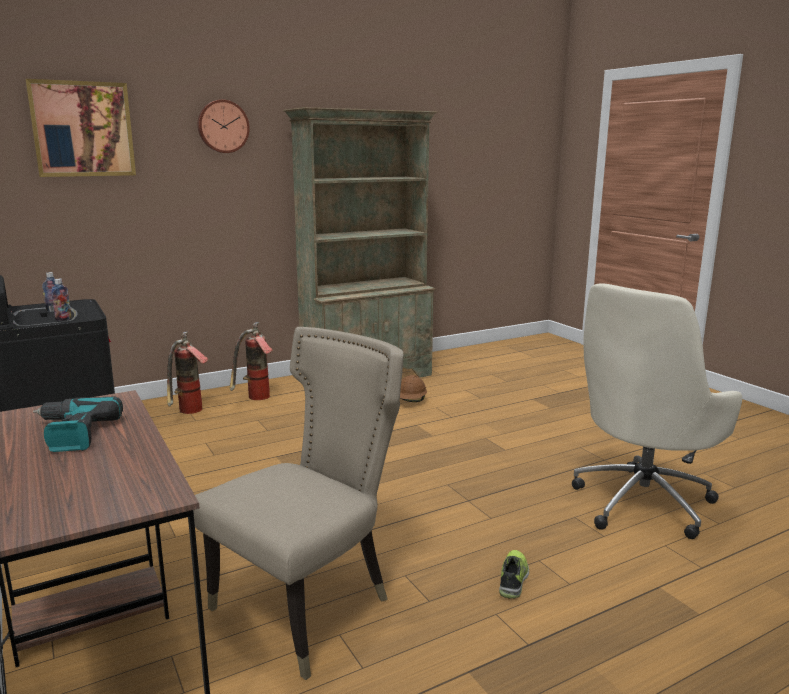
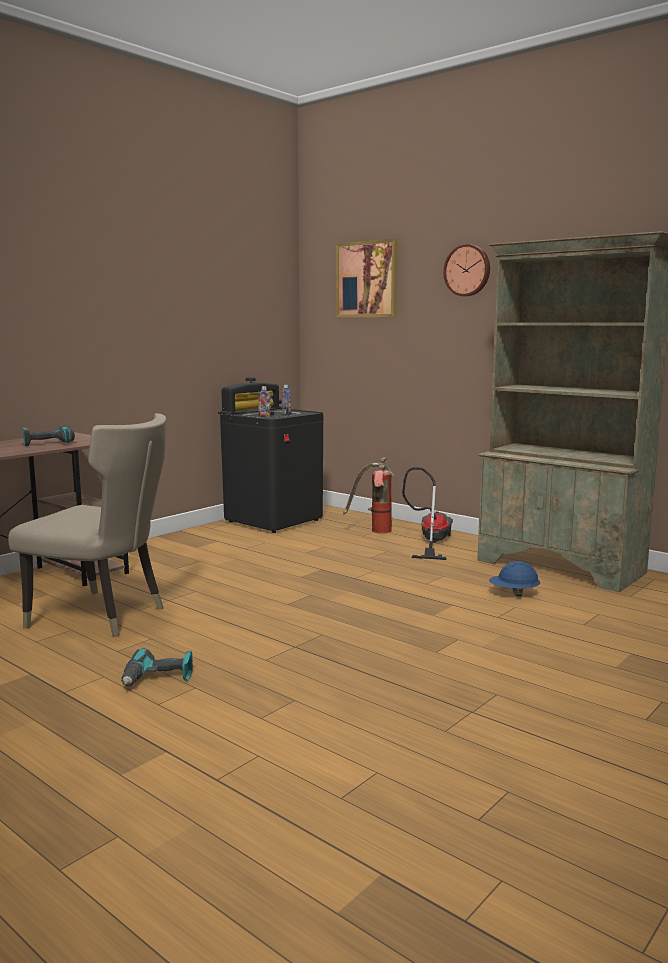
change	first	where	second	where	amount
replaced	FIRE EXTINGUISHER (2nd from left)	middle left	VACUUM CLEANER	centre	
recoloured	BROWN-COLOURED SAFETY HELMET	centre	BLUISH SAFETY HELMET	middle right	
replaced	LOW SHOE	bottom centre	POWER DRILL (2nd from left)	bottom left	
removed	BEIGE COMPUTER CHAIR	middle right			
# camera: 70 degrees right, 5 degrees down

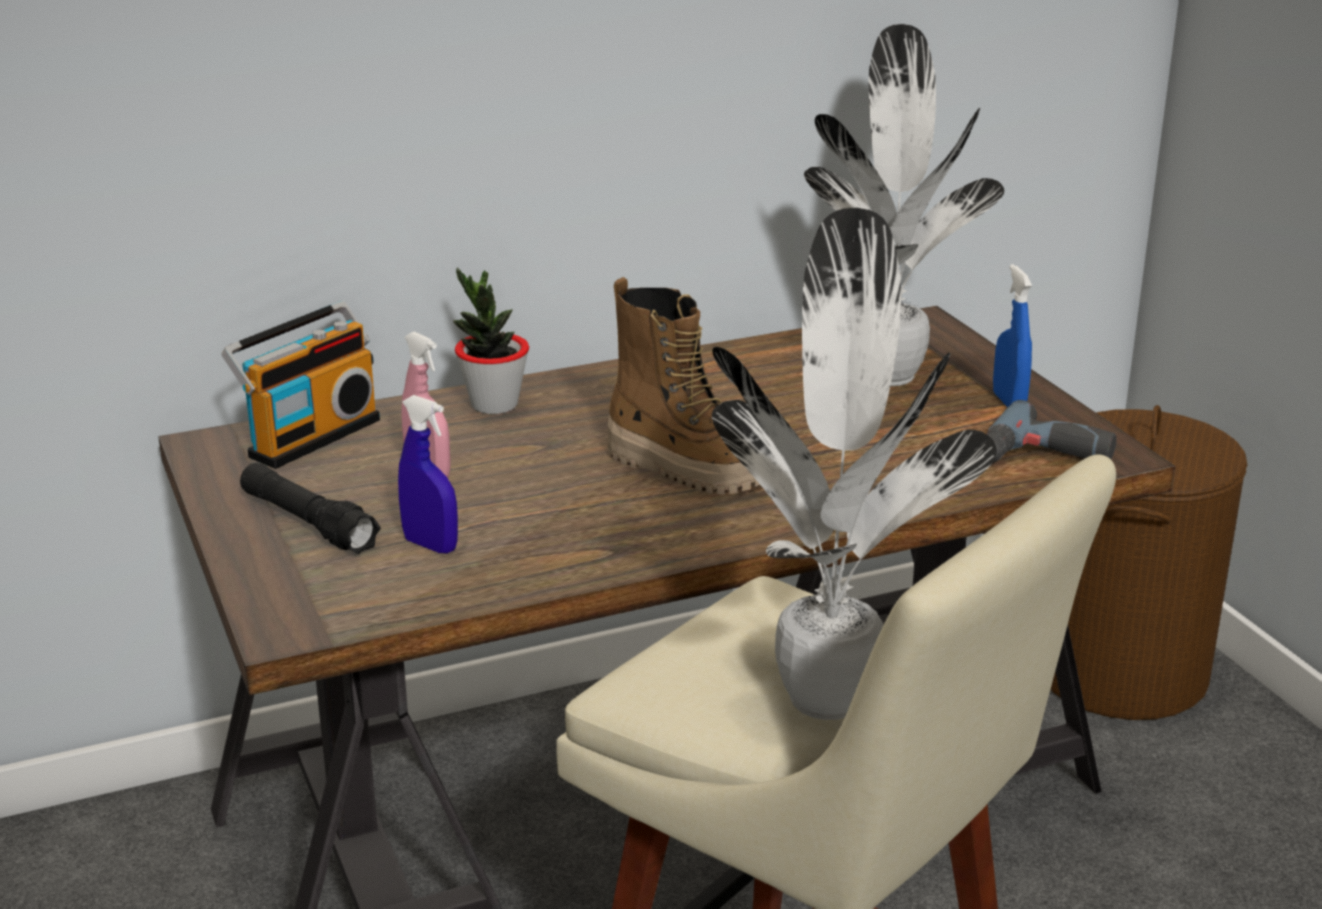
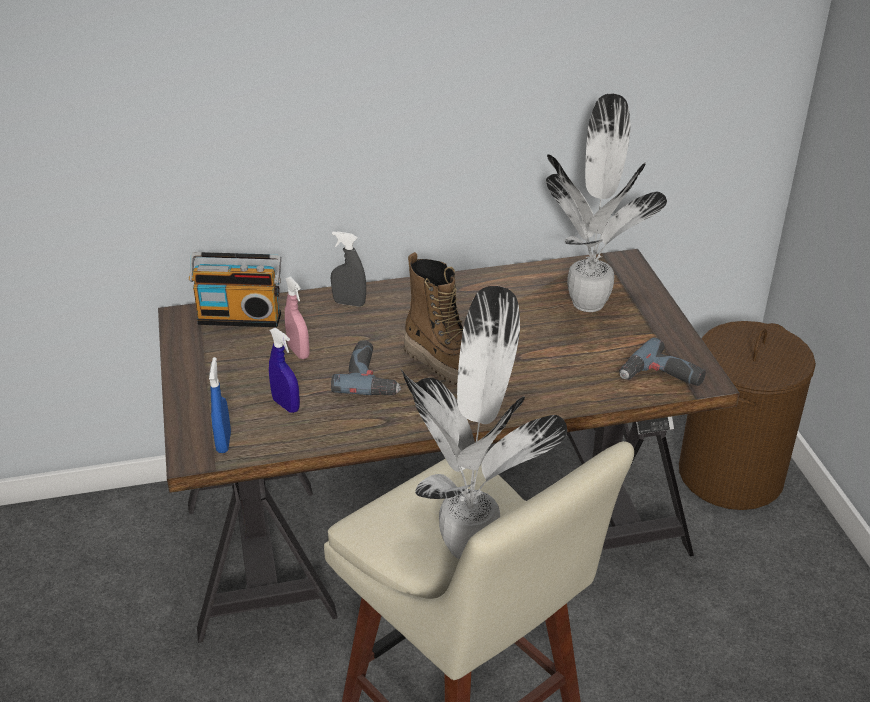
change	first	where	second	where	amount
turned	RADIO RECEIVER	middle left		middle left	45 degrees clockwise
removed	BLACK-COLOURED HAND TORCH	middle left			
replaced	HOUSEPLANT (1st from left)	centre	GREYISH SPRAYER	centre	
moved	BLUISH SPRAYER (2nd from left in the first image)	middle right	BLUISH SPRAYER (1st from left)	middle left	
added			POWER DRILL (1st from left)	centre	
# camera: 10 degrees right, 10 degrees up

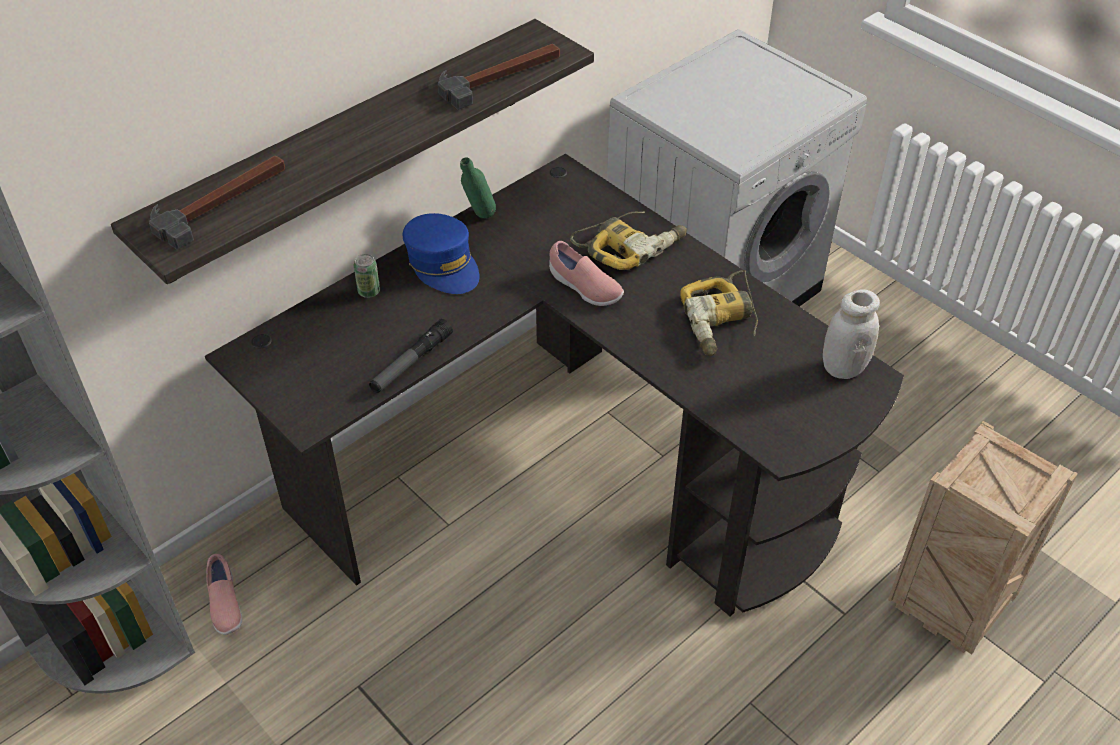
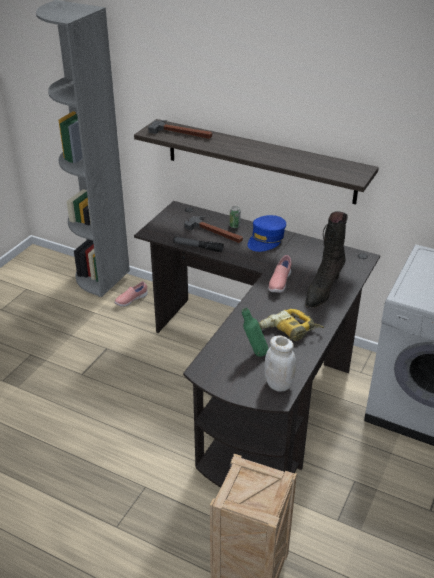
change	first	where	second	where	amount
moved	TOOL HAMMER (2nd from left)	top centre		centre	
moved	GREEN BEVERAGE BOTTLE	top centre		centre	
replaced	POWER DRILL (1st from left)	top centre	BLACK-COLOURED HIGH-TOP BOOT	middle right	
# camera: 70 degrees right, 10 degrees down

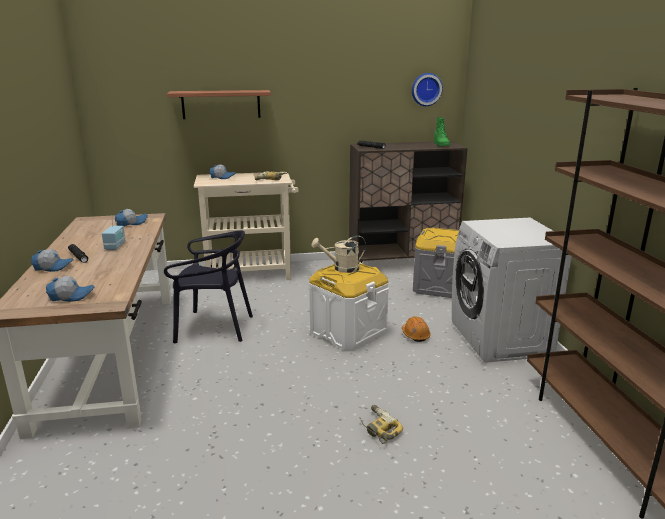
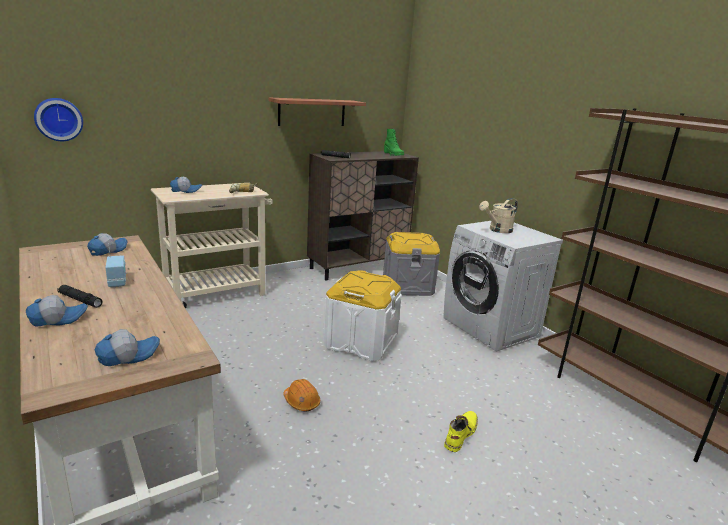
change	first	where	second	where	amount
removed	BLACK-COLOURED PLAIN CHAIR	middle left			
moved	SHELF	top left		top centre	
moved	BEIGE WATERING CAN	centre		middle right	
replaced	POWER DRILL (2nd from left)	bottom centre	YELLOW-COLOURED HIGH-TOP BOOT	bottom centre	
moved	ORANGE SAFETY HELMET	centre		bottom centre	
moved	WALL CLOCK	top centre		top left	
# camera: 25 degrees left, 0 degrees up

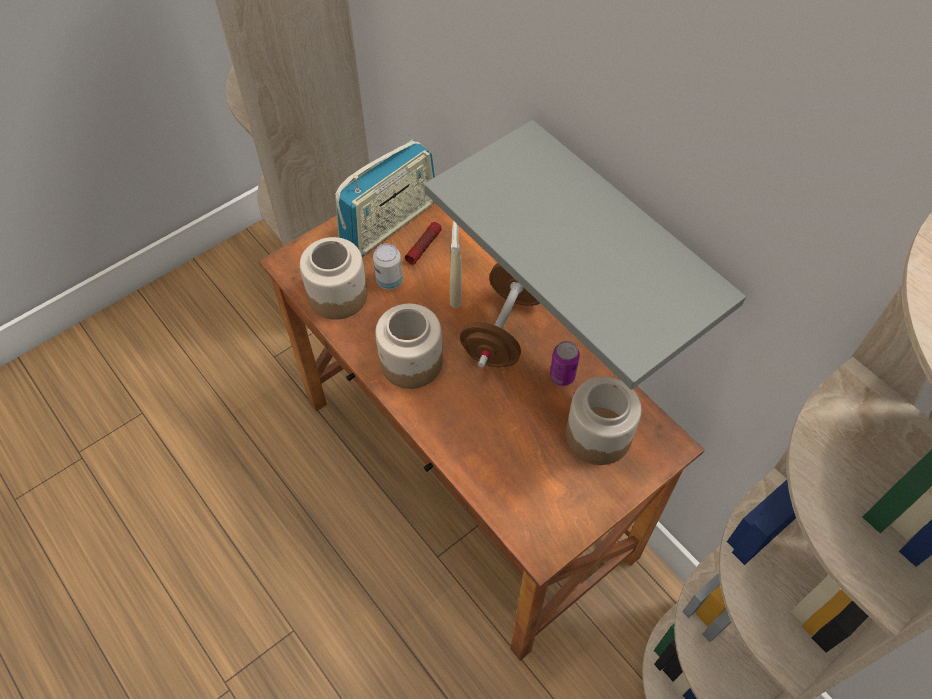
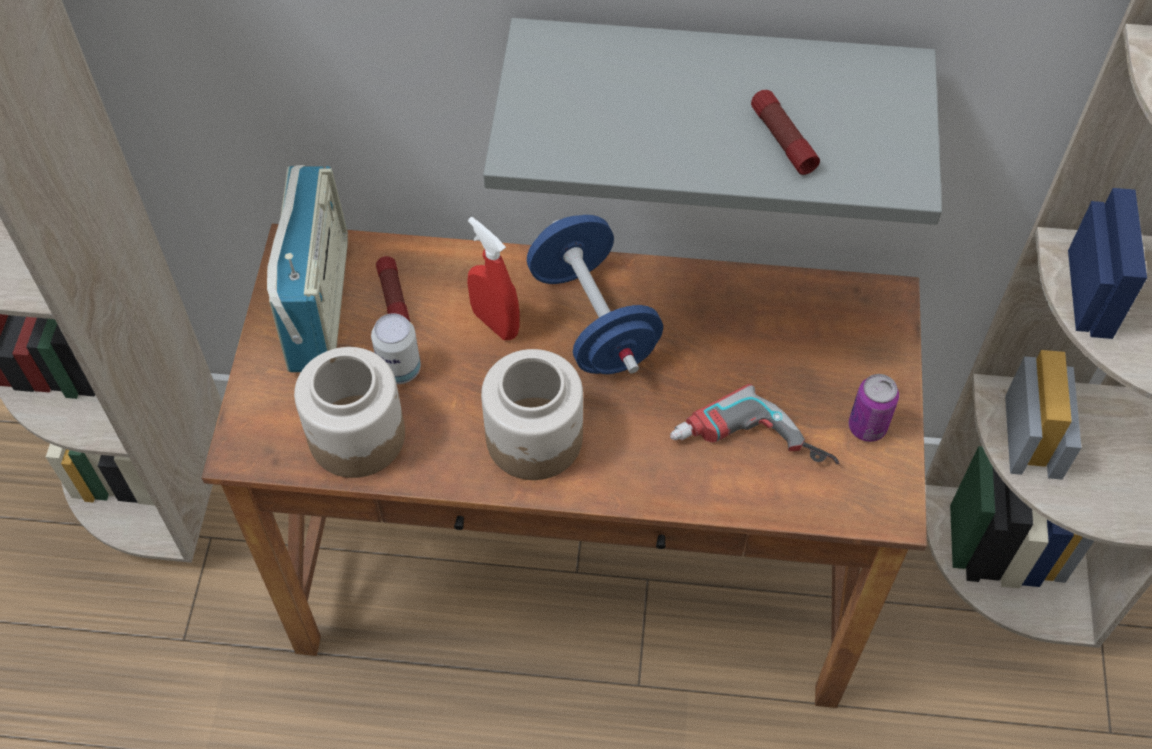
change	first	where	second	where	amount
recoloured	BEIGE SPRAYER	centre	REDDISH SPRAYER	centre	
recoloured	BROWN-COLOURED DUMBBELL	centre	BLUISH DUMBBELL	centre	
moved	SEALED CAN (2nd from left)	centre		middle right	
removed	STORAGE JAR (3rd from left)	centre			
added			POWER DRILL	centre	
added			HAND TORCH (2nd from left)	top right	
# camera: 45 degrees left, 0 degrees up

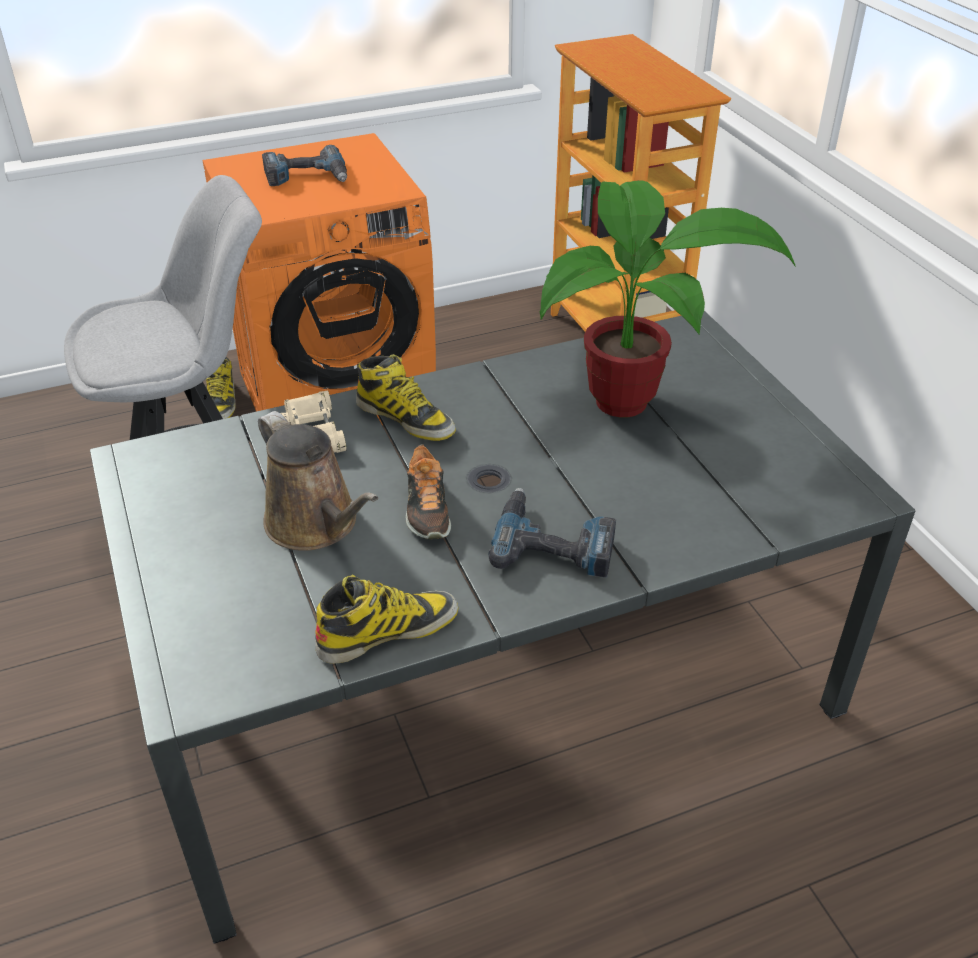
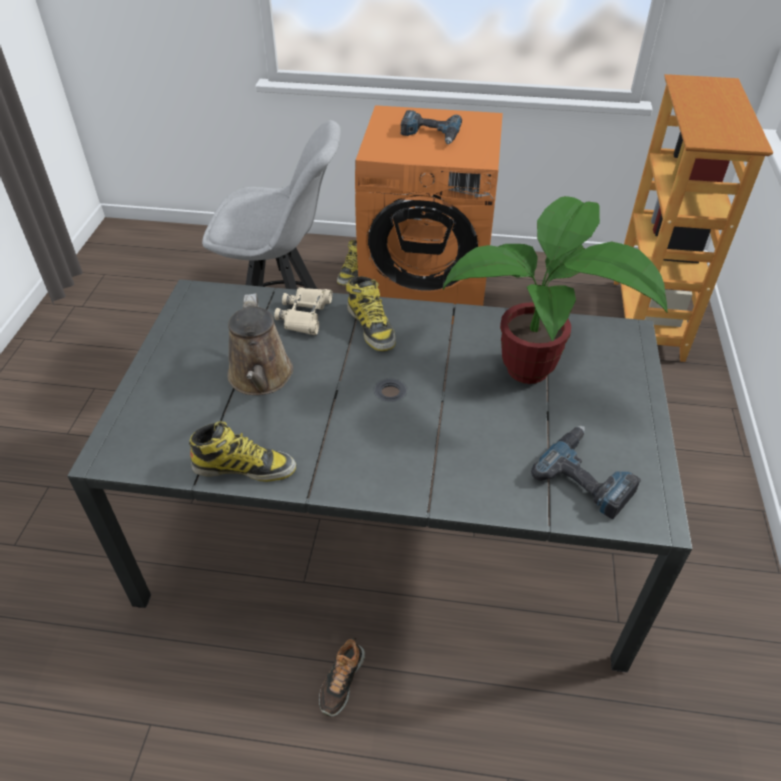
change	first	where	second	where	amount
moved	LOW SHOE	centre		bottom centre	
moved	POWER DRILL (2nd from left)	centre		middle right	
# camera: 30 degrees right, 5 degrees up

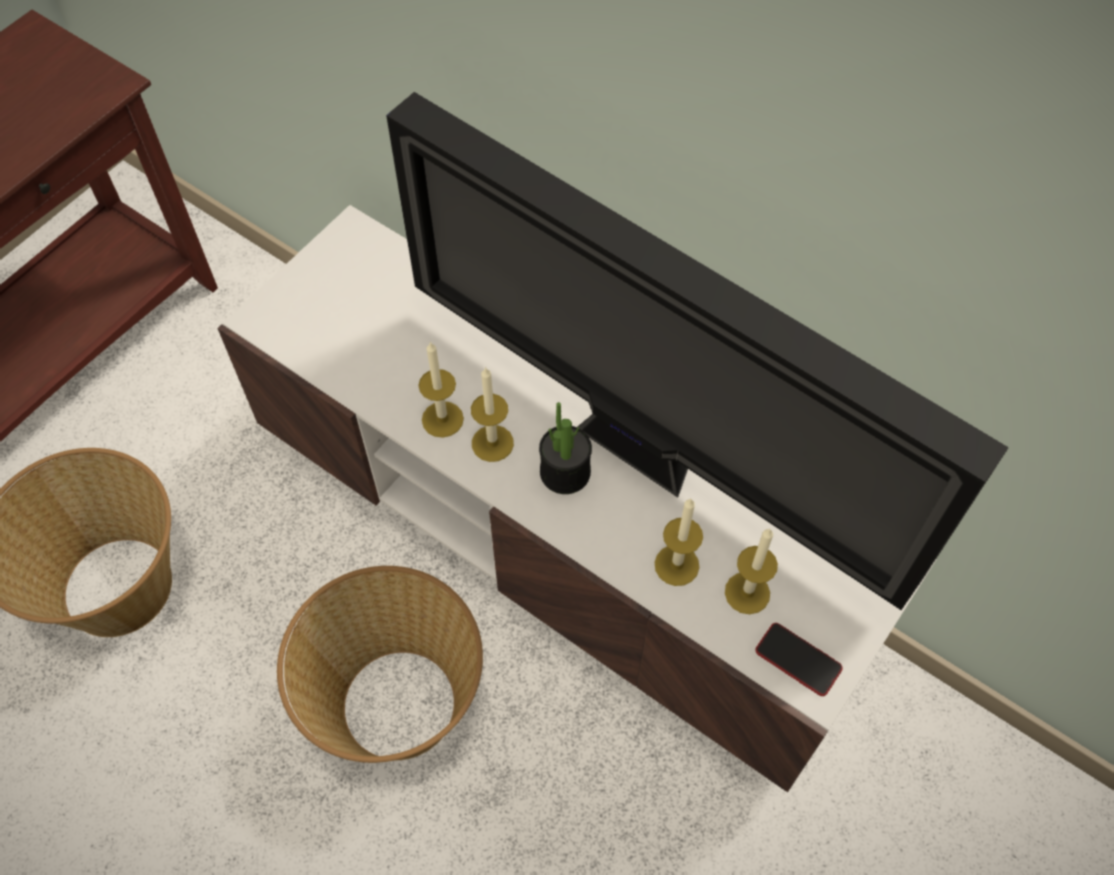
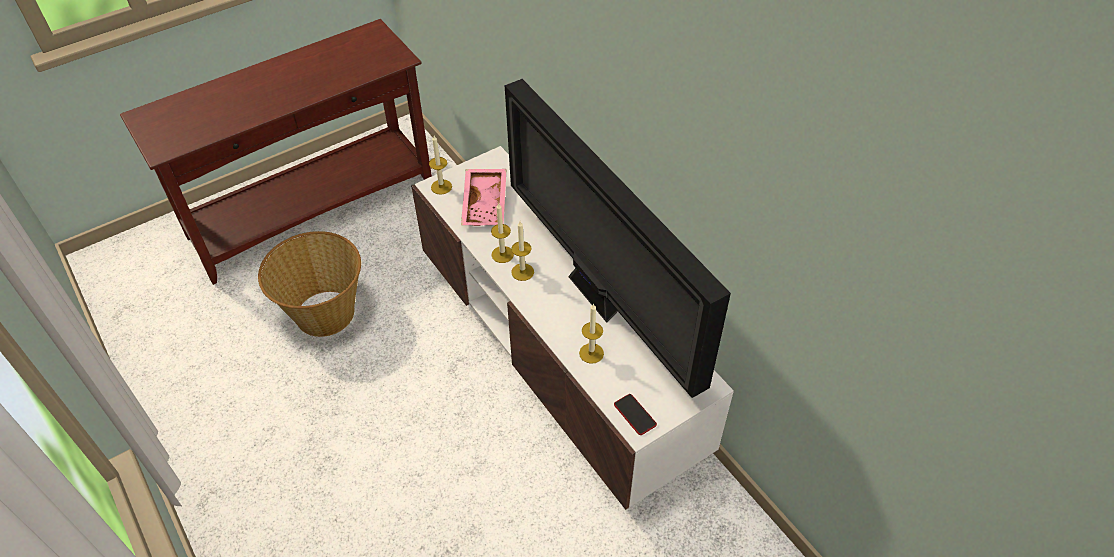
change	first	where	second	where	amount
removed	BASKET (2nd from left)	bottom centre			
removed	HOUSEPLANT	centre			
moved	CANDLE (4th from left in the first image)	middle right	CANDLE (1st from left)	top centre	
added			PINKISH TRAY	centre	
# camera: 20 degrees right, 10 degrees down

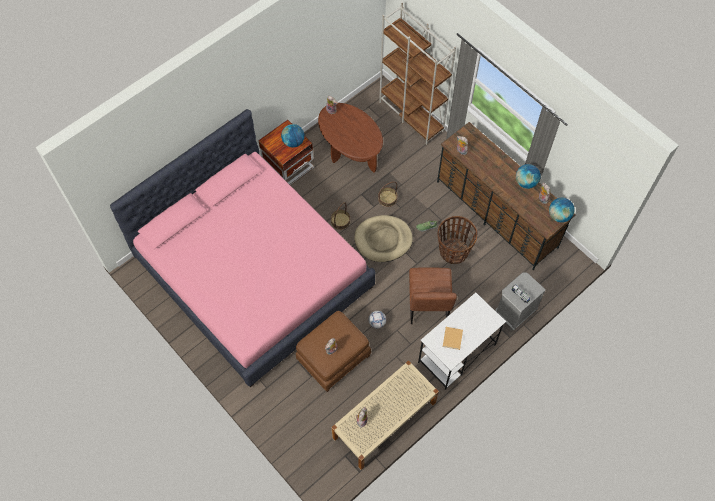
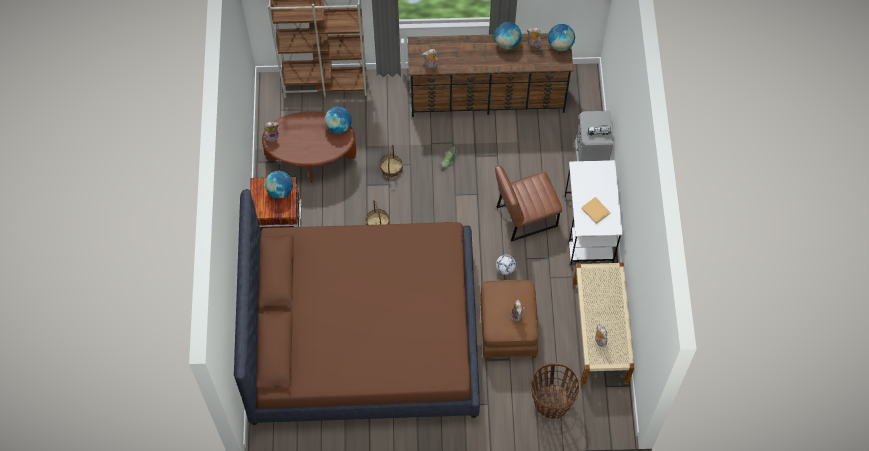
change	first	where	second	where	amount
recoloured	PINKISH BED	centre	BROWN-COLOURED BED	bottom centre	
removed	BEIGE PET BED	centre			
turned	BROWN-COLOURED PLAIN CHAIR	centre		centre	120 degrees clockwise
moved	BASKET (3rd from left)	centre		bottom centre	
added			DESK GLOBE (2nd from left)	top centre	
# camera: 50 degrees left, 0 degrees up

